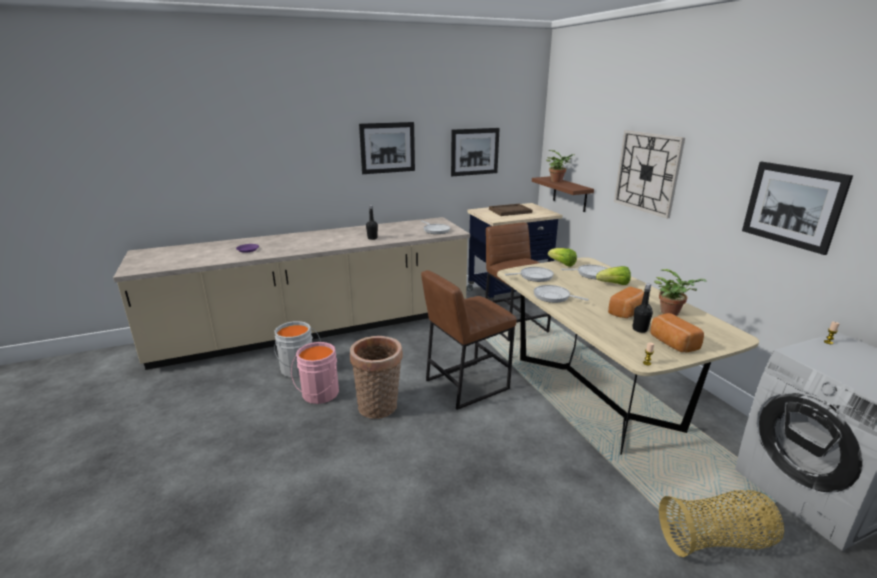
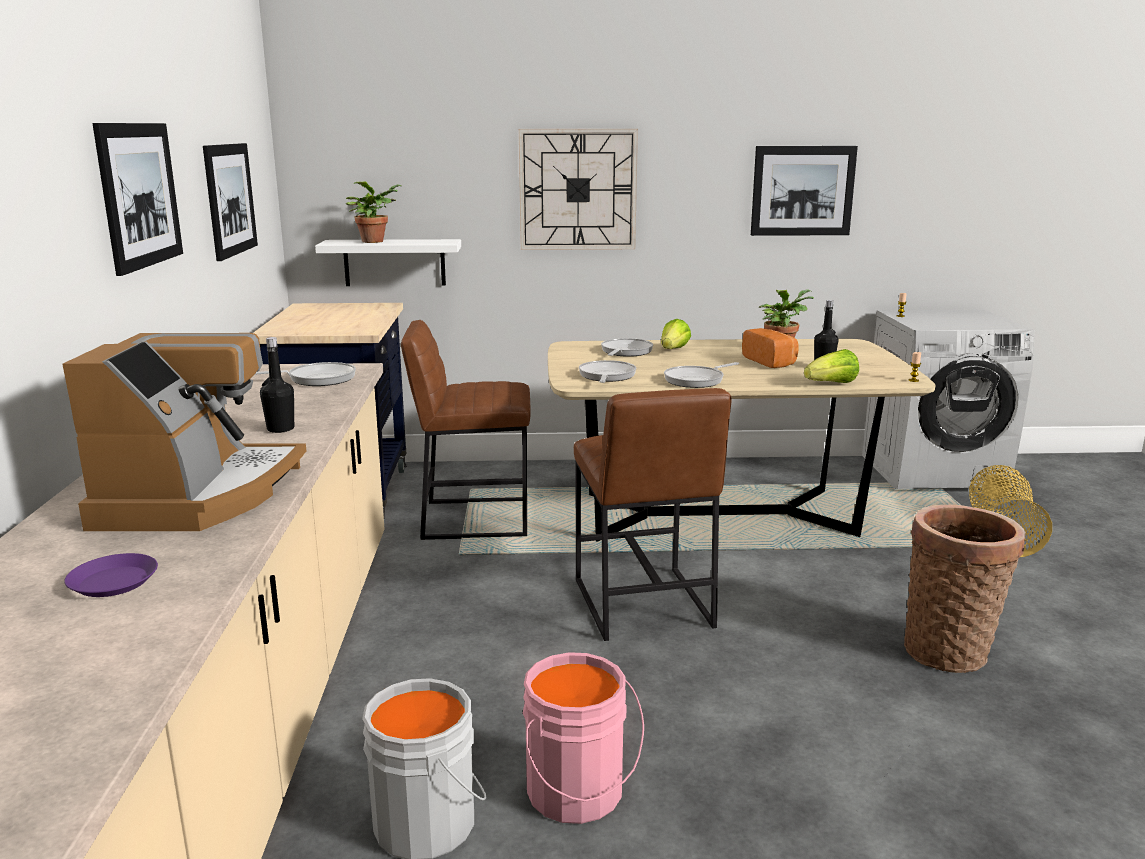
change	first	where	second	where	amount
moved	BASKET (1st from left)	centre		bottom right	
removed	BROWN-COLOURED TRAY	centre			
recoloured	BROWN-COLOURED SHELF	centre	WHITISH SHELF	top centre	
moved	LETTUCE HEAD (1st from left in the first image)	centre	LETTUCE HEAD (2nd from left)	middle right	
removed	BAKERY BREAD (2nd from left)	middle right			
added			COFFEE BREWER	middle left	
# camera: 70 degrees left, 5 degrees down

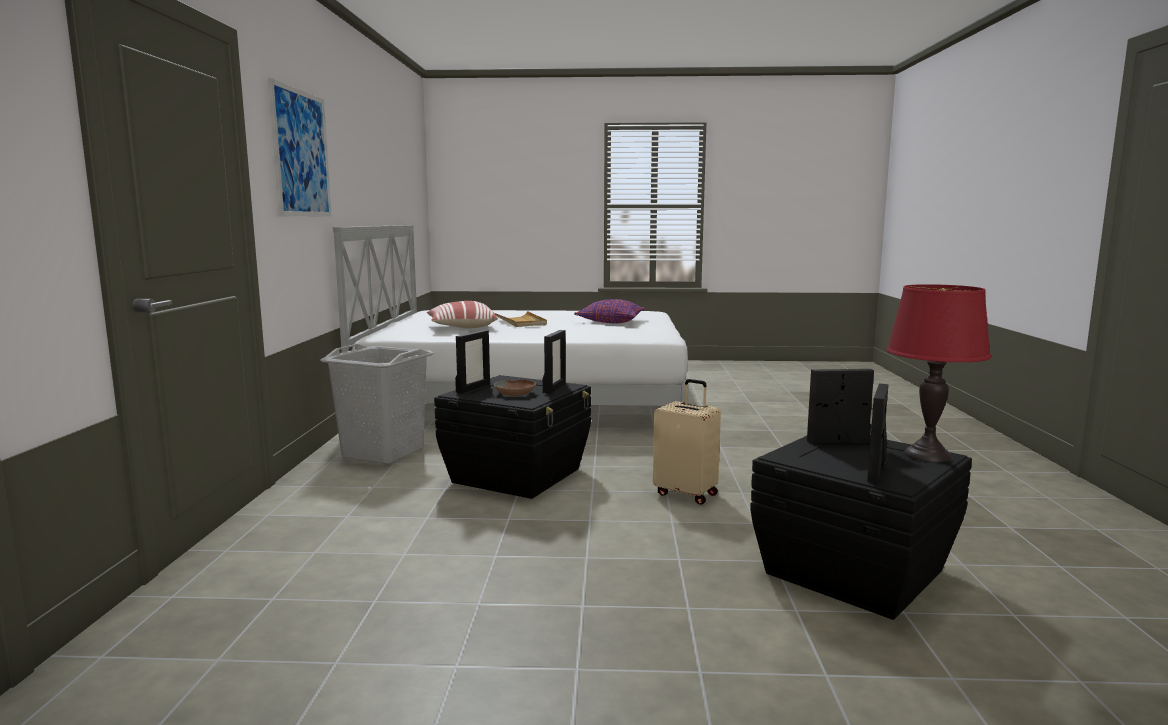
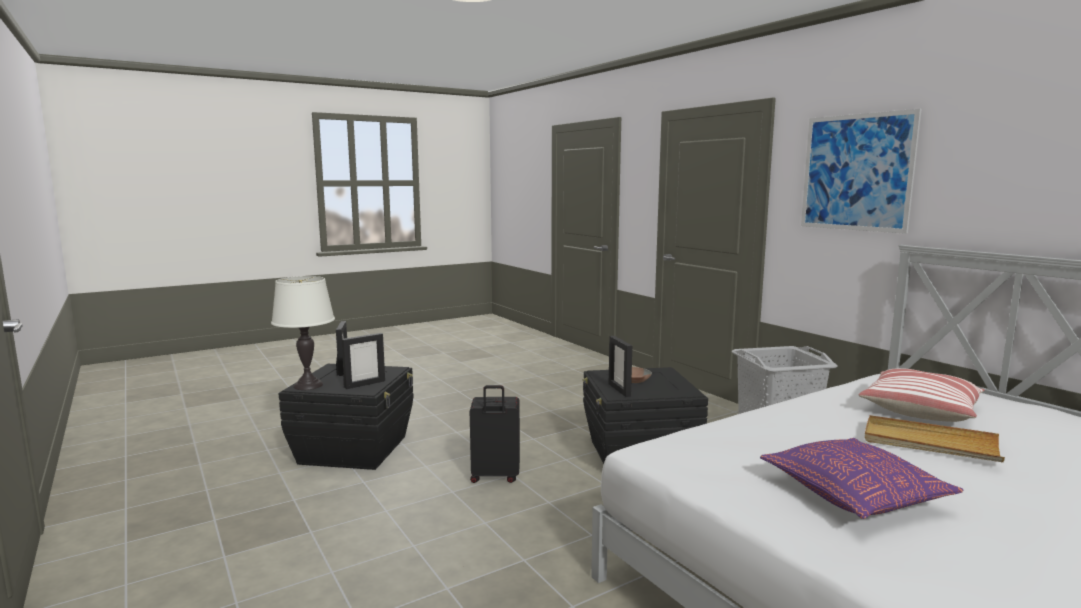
change	first	where	second	where	amount
removed	PICTURE FRAME (1st from left)	centre			
recoloured	BEIGE SUITCASE	centre	BLACK-COLOURED SUITCASE	bottom centre	
recoloured	REDDISH TABLETOP LAMP	middle right	WHITISH TABLETOP LAMP	middle left	
# camera: 145 degrees right, 0 degrees up

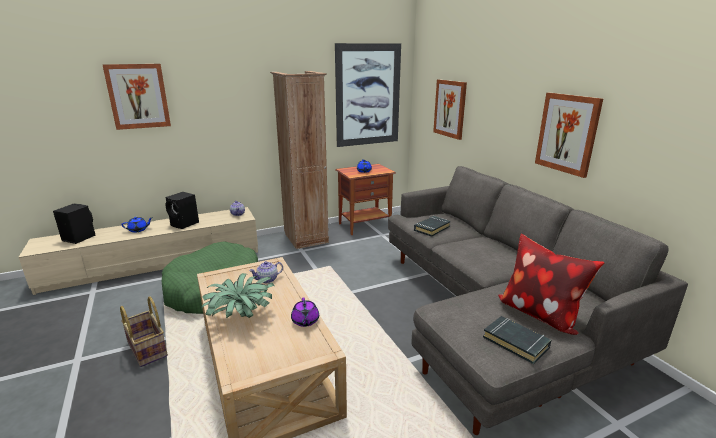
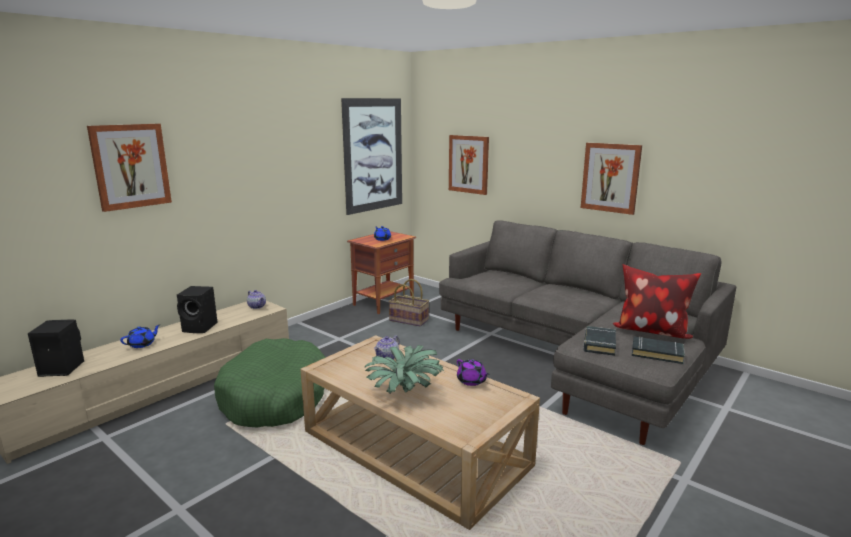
change	first	where	second	where	amount
moved	BASKET	bottom left		centre	
removed	BROWN-COLOURED CUPBOARD	centre			
moved	BLACK-COLOURED BOUND BOOK (1st from left)	centre		middle right	
# camera: 25 degrees left, 5 degrees down

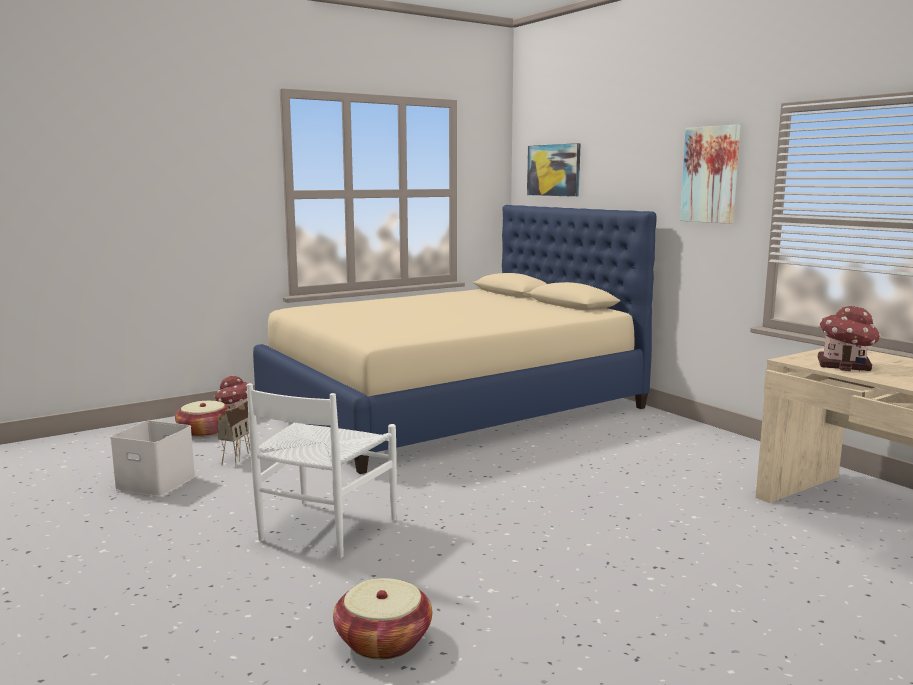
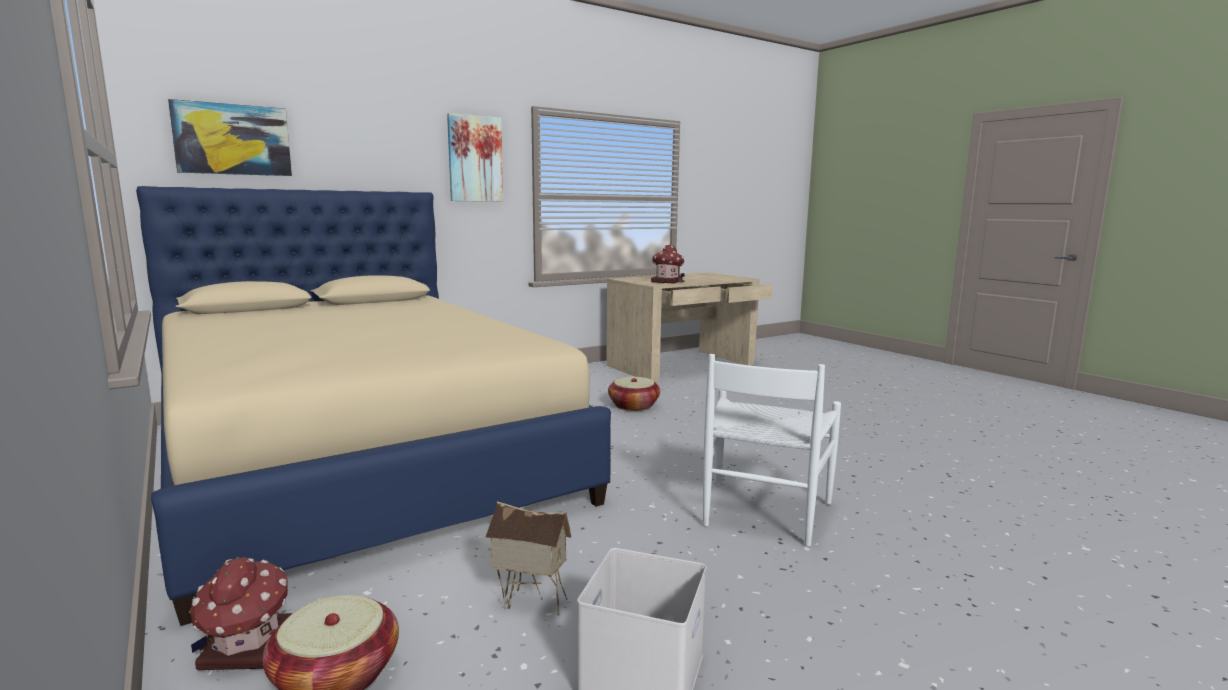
change	first	where	second	where	amount
turned	WHITISH PLAIN CHAIR	bottom centre		centre	90 degrees clockwise
moved	BASKET (2nd from left)	bottom centre		centre	
# camera: 90 degrees left, 0 degrees up

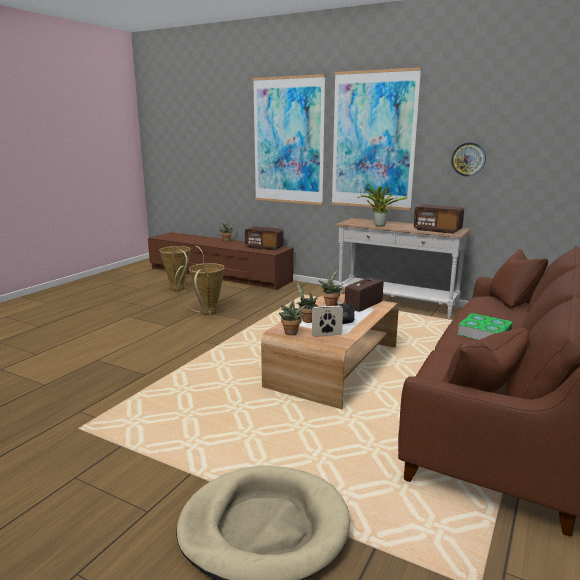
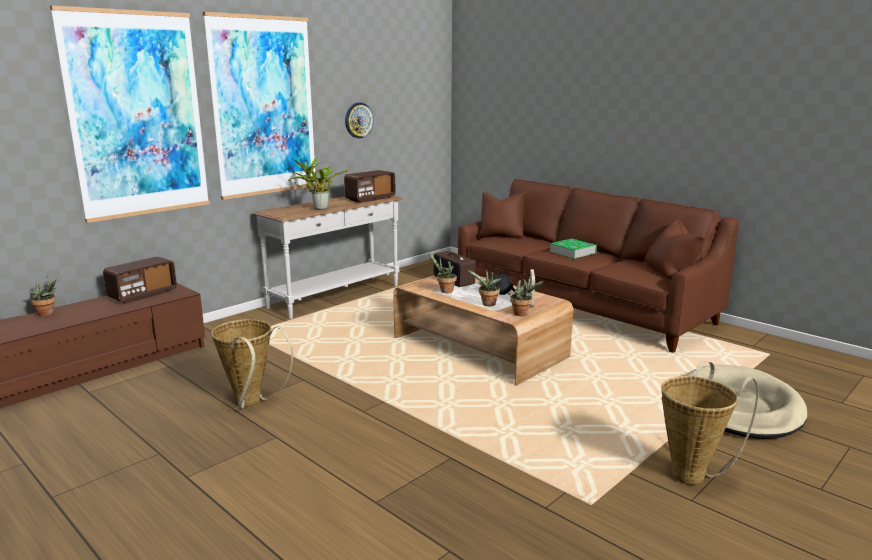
change	first	where	second	where	amount
moved	BASKET (1st from left in the first image)	middle left	BASKET (2nd from left)	bottom right	
# camera: 75 degrees left, 0 degrees up

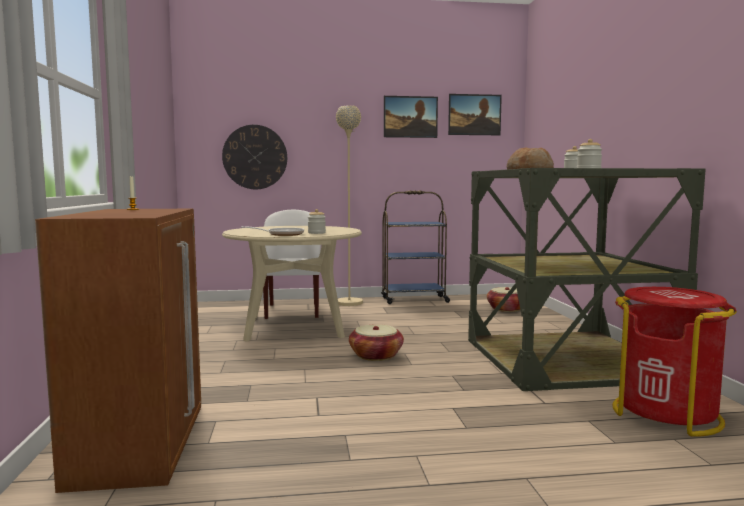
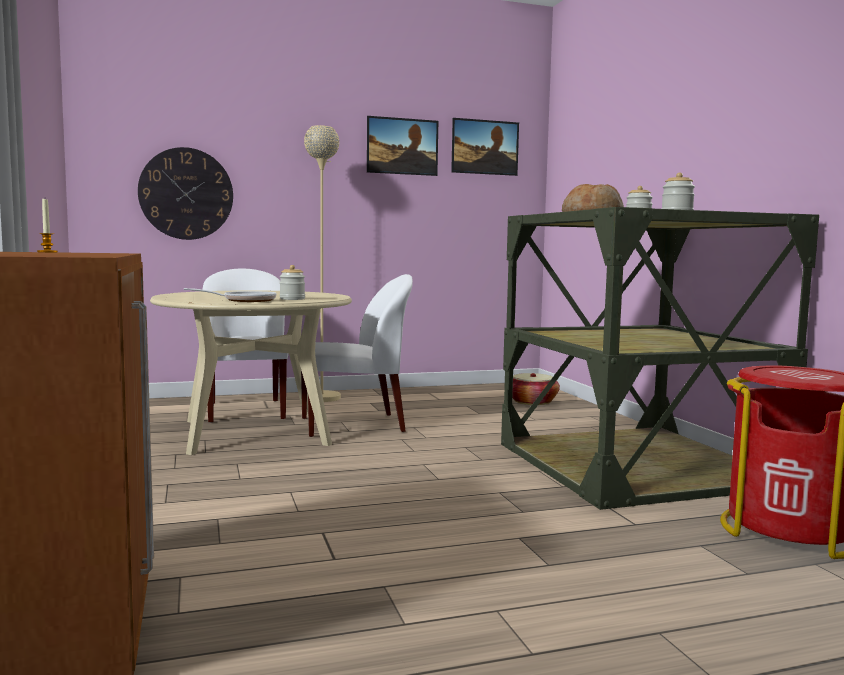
change	first	where	second	where	amount
removed	BASKET (1st from left)	bottom centre			
removed	BLUISH WHEELED CART	centre			
added			WHITISH PLAIN CHAIR (2nd from left)	centre	
# camera: 10 degrees left, 0 degrees up

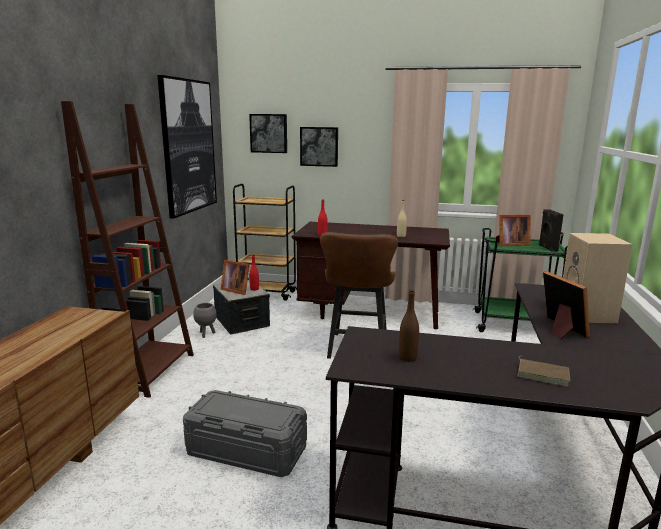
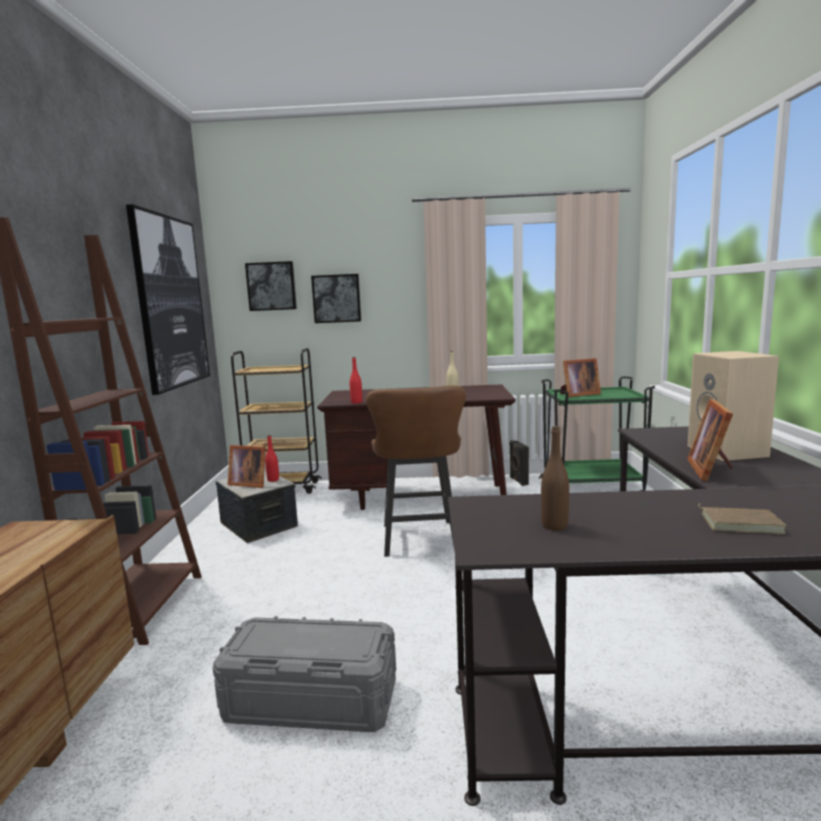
change	first	where	second	where	amount
removed	GREYISH PLANT POT	middle left			
moved	BLACK-COLOURED LOUDSPEAKER	middle right		centre	
turned	PICTURE FRAME (3rd from left)	middle right		middle right	135 degrees counterclockwise
# camera: 10 degrees left, 5 degrees down

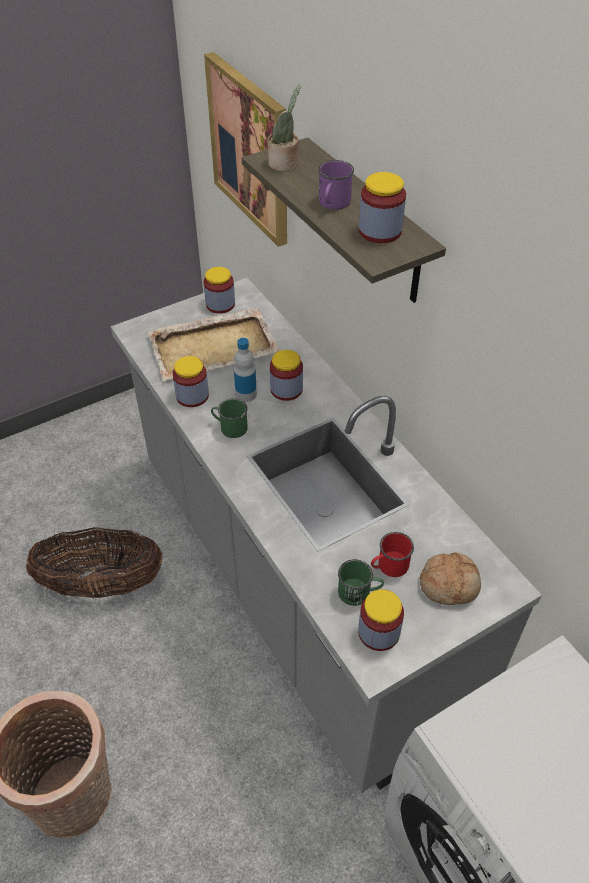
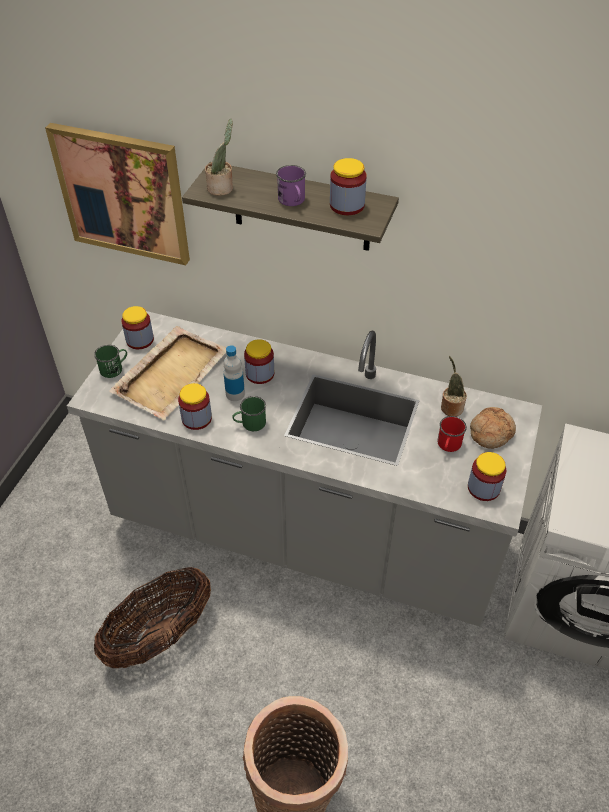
change	first	where	second	where	amount
moved	GREEN TEA MUG (2nd from left in the first image)	centre	GREEN TEA MUG (1st from left)	middle left	
added			HOUSEPLANT (2nd from left)	middle right	
# camera: 40 degrees left, 0 degrees up

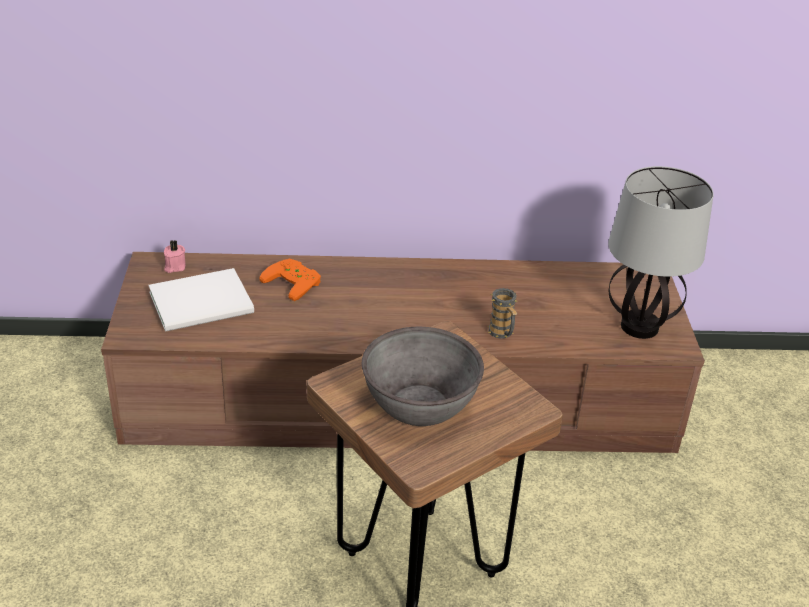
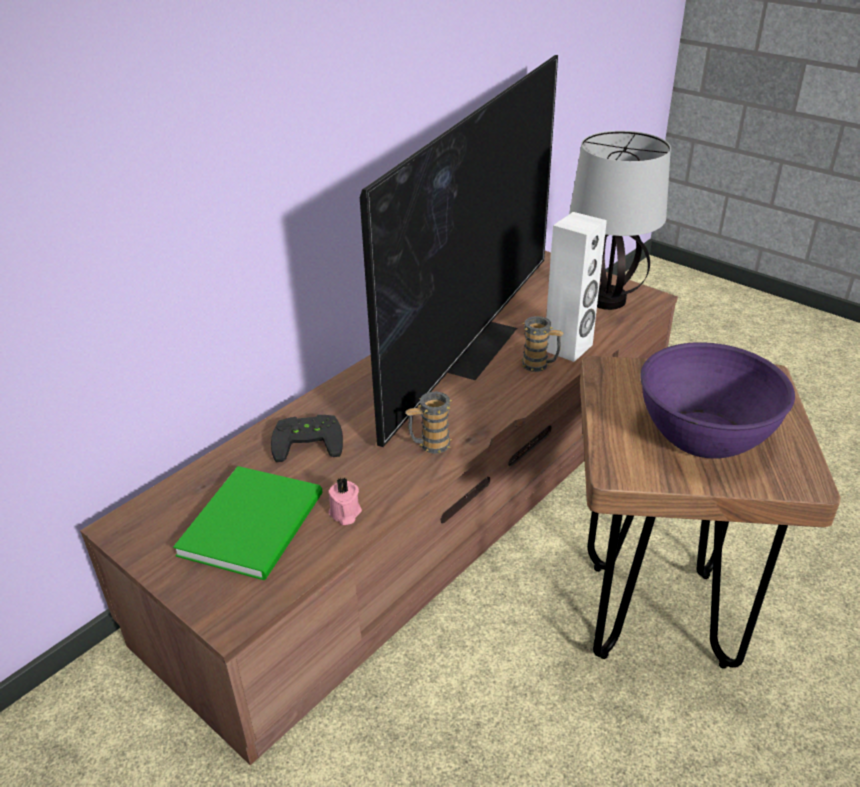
change	first	where	second	where	amount
recoloured	WHITISH BOUND BOOK	middle left	GREEN BOUND BOOK	middle left	
moved	PINKISH CANDLE	middle left		centre	
recoloured	ORANGE JOYPAD	centre	BLACK-COLOURED JOYPAD	centre	
recoloured	GREYISH BOWL	centre	PURPLISH BOWL	middle right	
added			TV	top centre	
added			TEA MUG (1st from left)	centre	
added			WHITISH LOUDSPEAKER	middle right	
# camera: 45 degrees left, 0 degrees up

